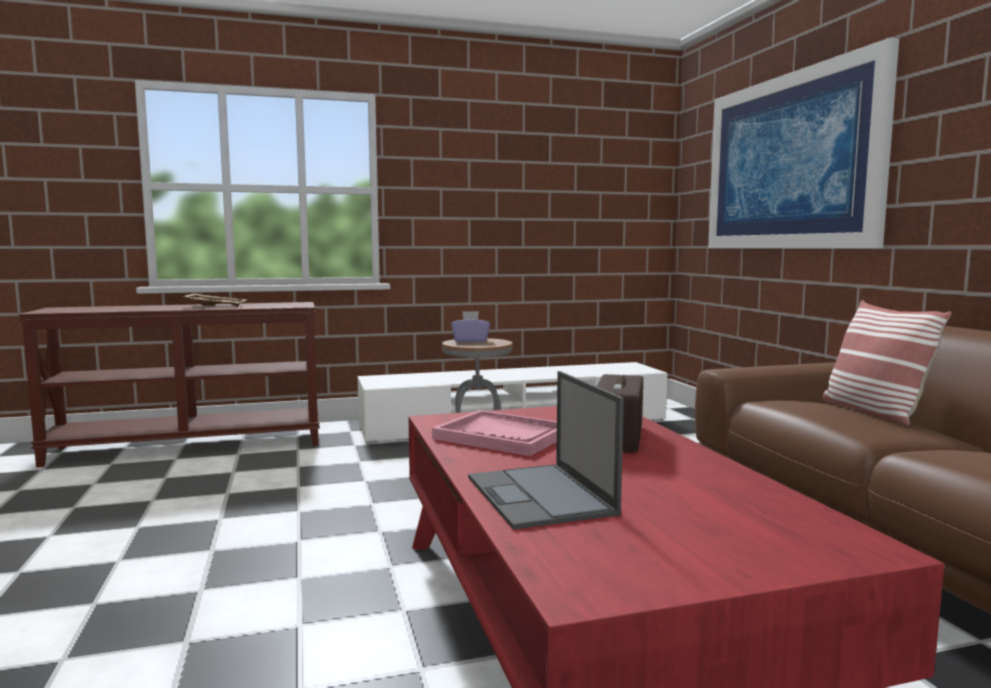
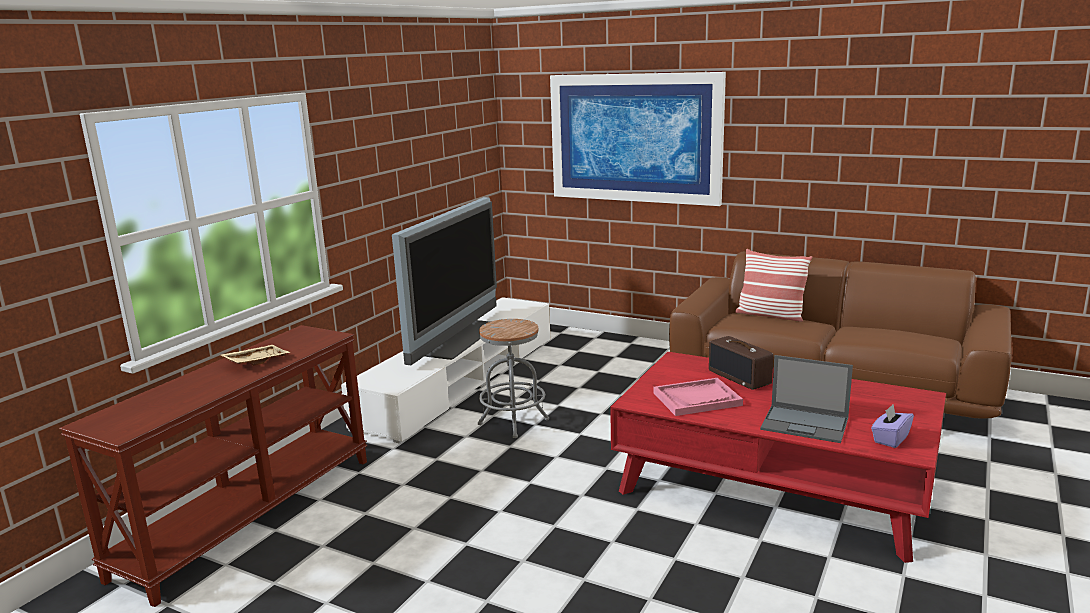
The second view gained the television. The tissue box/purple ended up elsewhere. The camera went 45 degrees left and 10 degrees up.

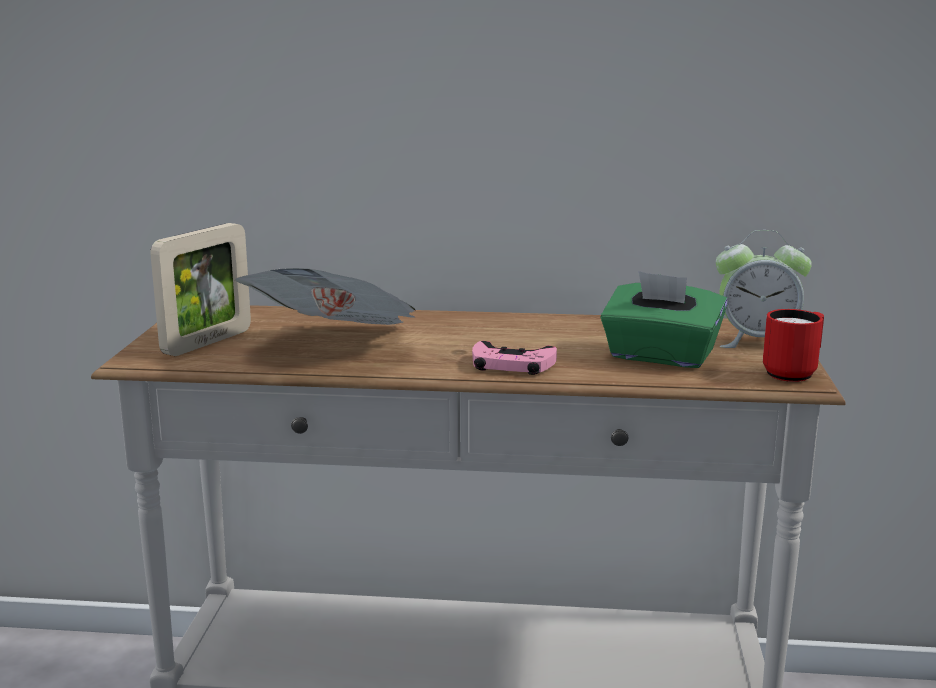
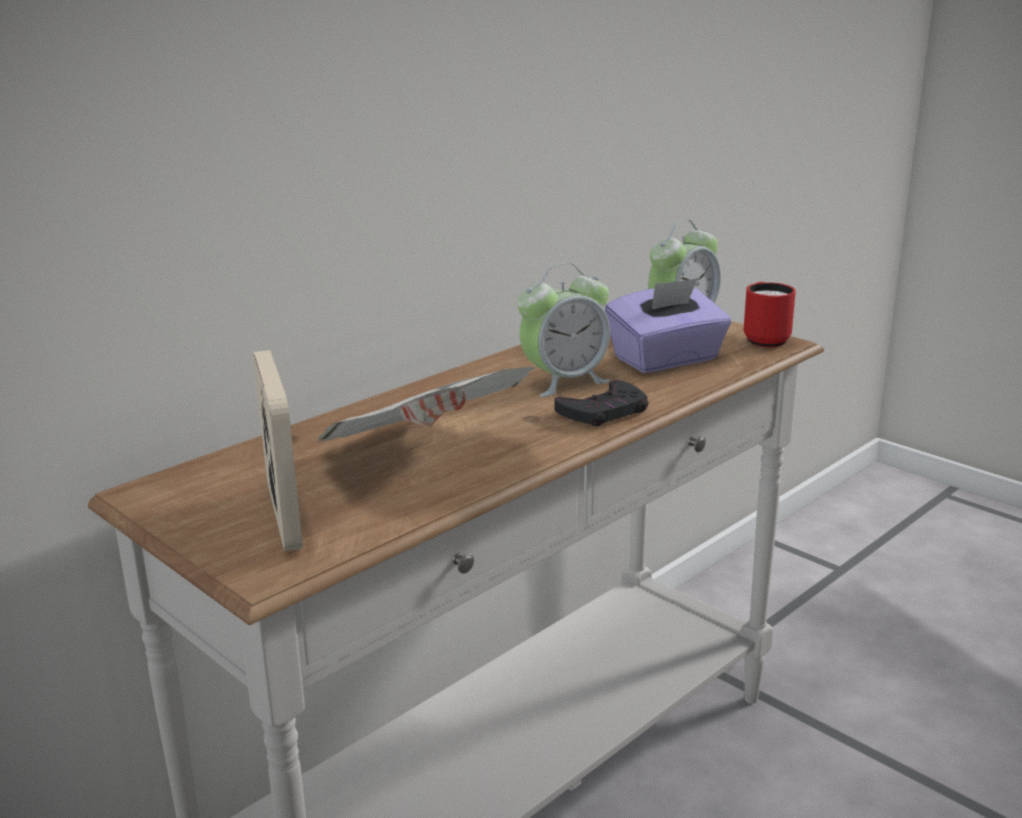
The second view gained the alarm clock (no. 1 from left). What was the game controller/pink turned into the game controller/black. What was the tissue box/green turned into the tissue box/purple. The camera went 50 degrees left and 5 degrees up.

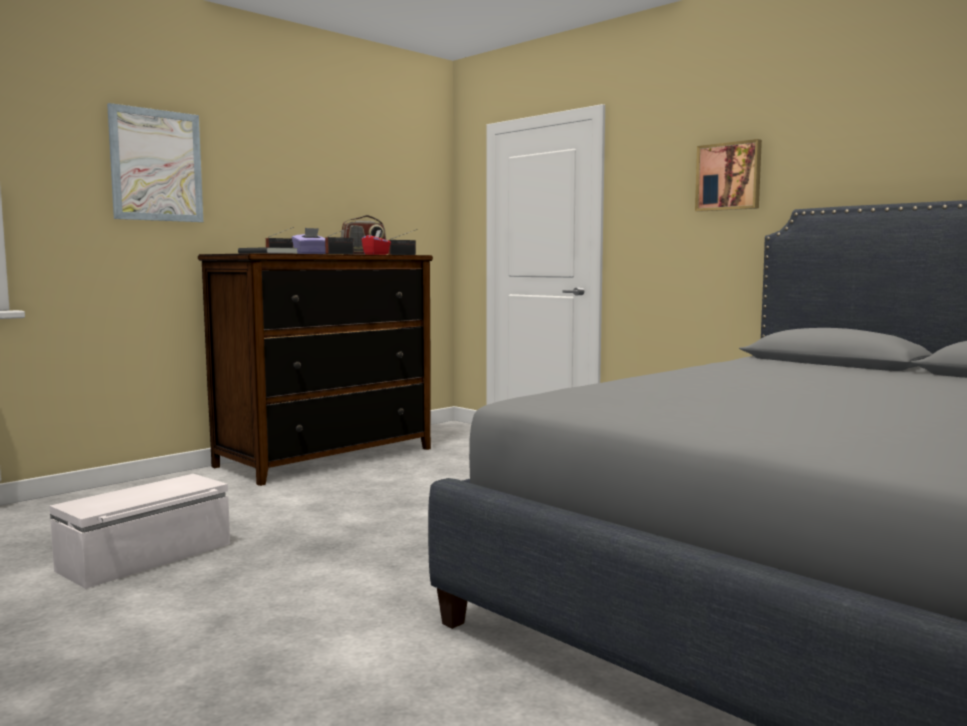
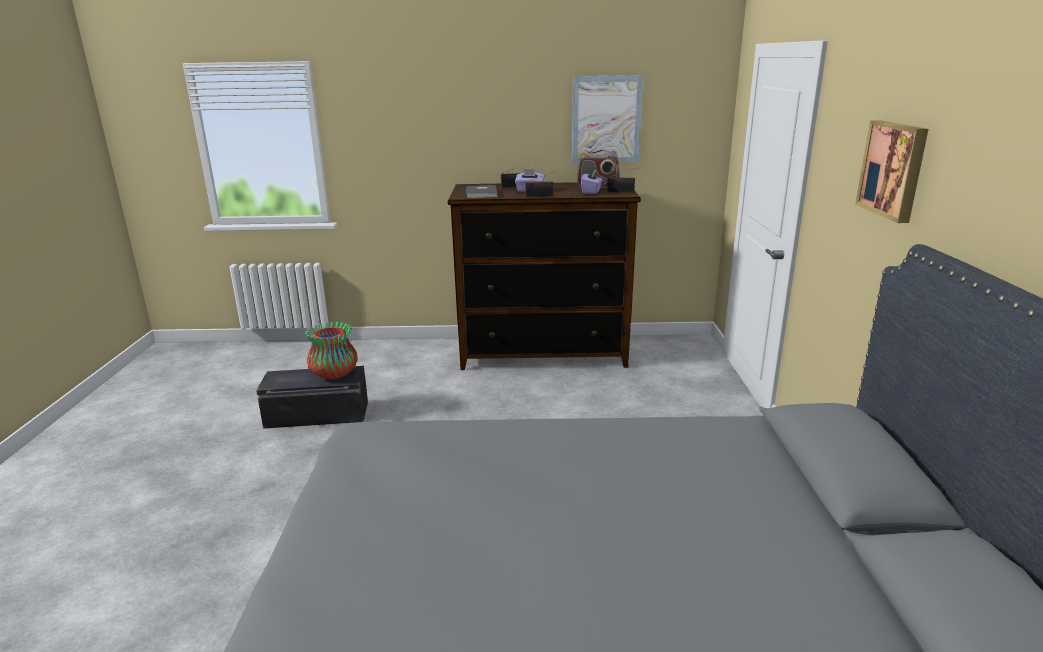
The second view gained the vase. The picture (no. 1 from left) ended up elsewhere. What was the storage box/white turned into the storage box/black. What was the tissue box/red turned into the tissue box/purple (no. 2 from left). The camera went 45 degrees right and 15 degrees up.

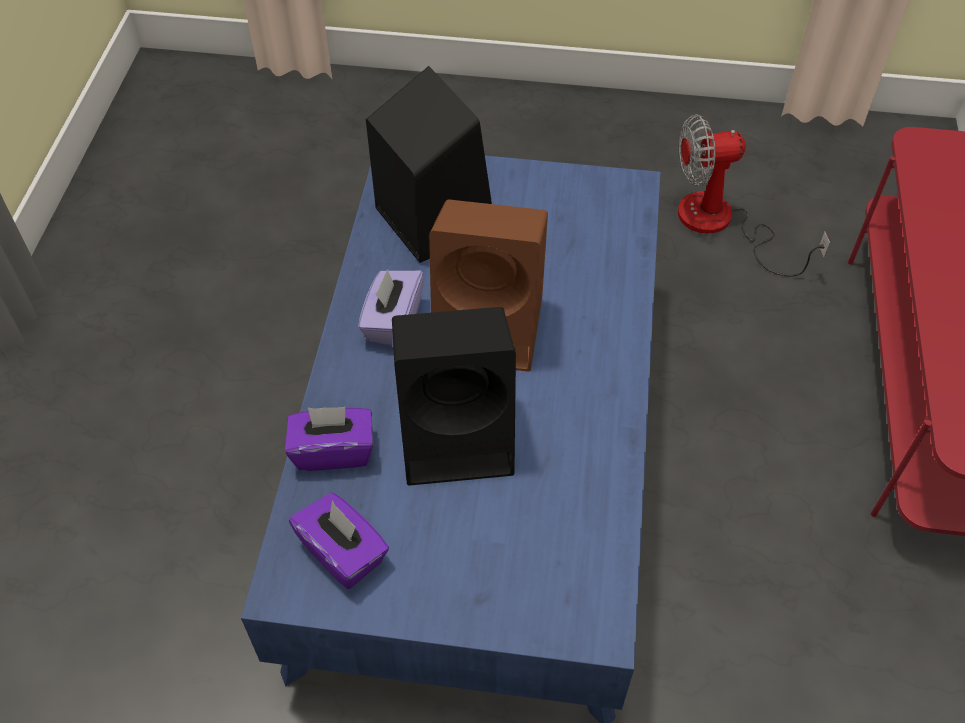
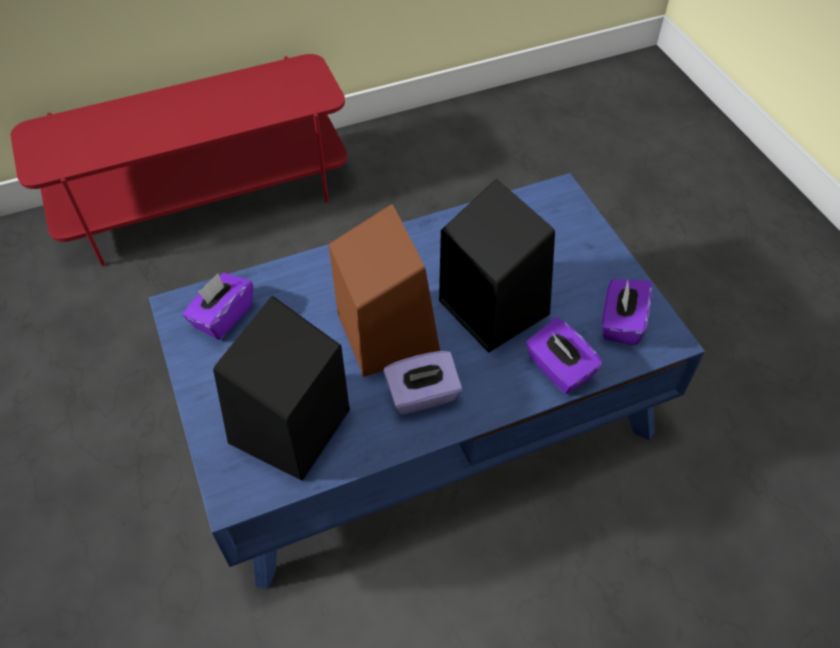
The second view lost the fan. The second view gained the tissue box/purple (no. 1 from left). The camera went 120 degrees left and 0 degrees up.

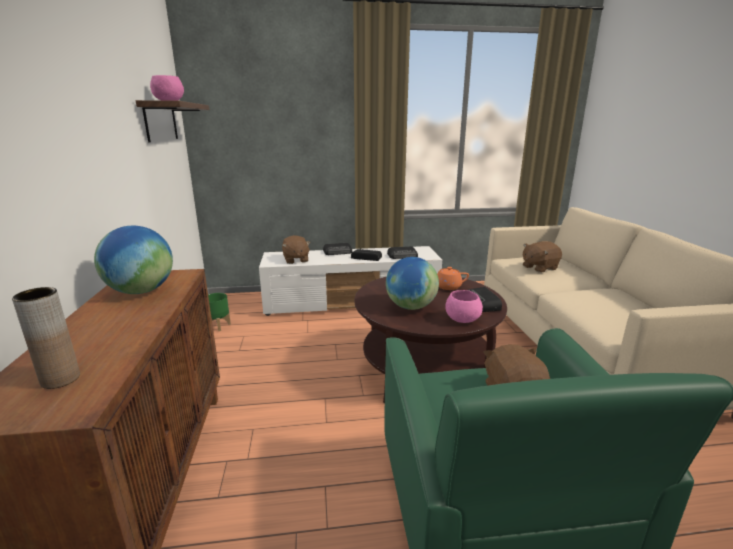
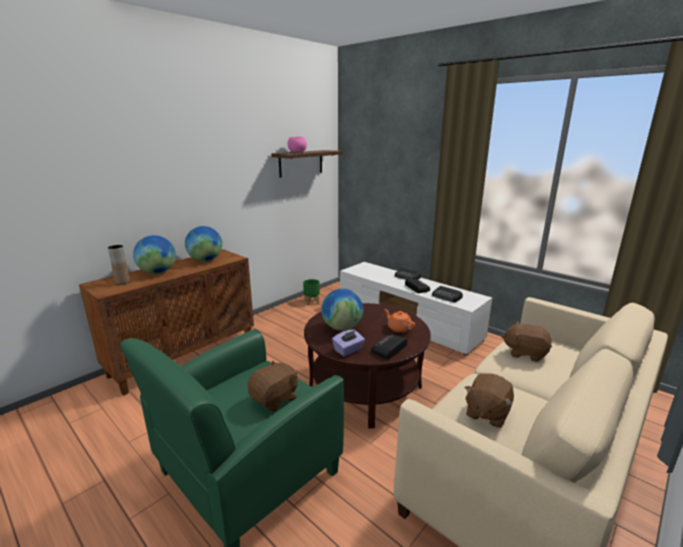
The second view gained the globe (no. 1 from left). The plush toy/brown (no. 1 from left in the first image) ended up elsewhere. Where the bowl/pink (no. 2 from left) stood, the tissue box/purple came to stand. The camera went 50 degrees right and 0 degrees up.

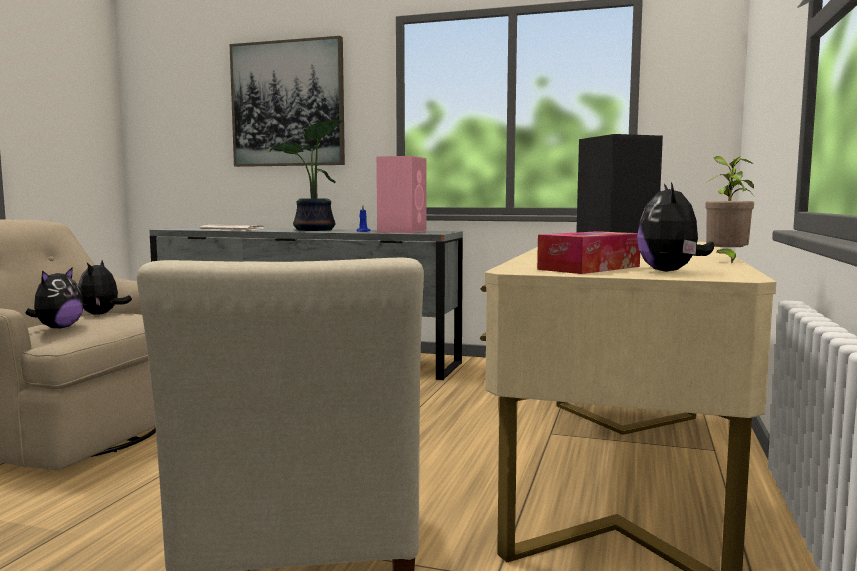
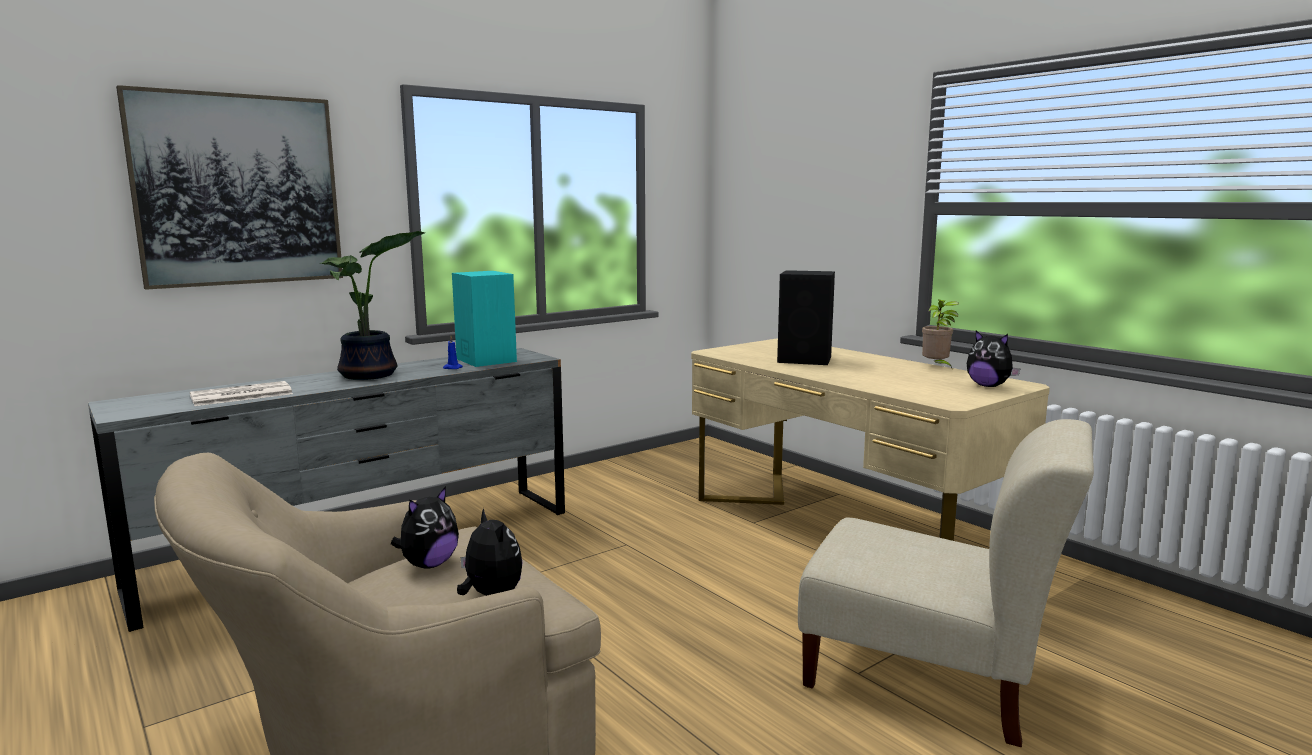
The second view lost the tissue box. What was the speaker/pink turned into the speaker/turquoise. The plush toy (no. 2 from left in the first image) ended up facing another way, 90 degrees counterclockwise from before. The camera went 55 degrees left and 5 degrees up.

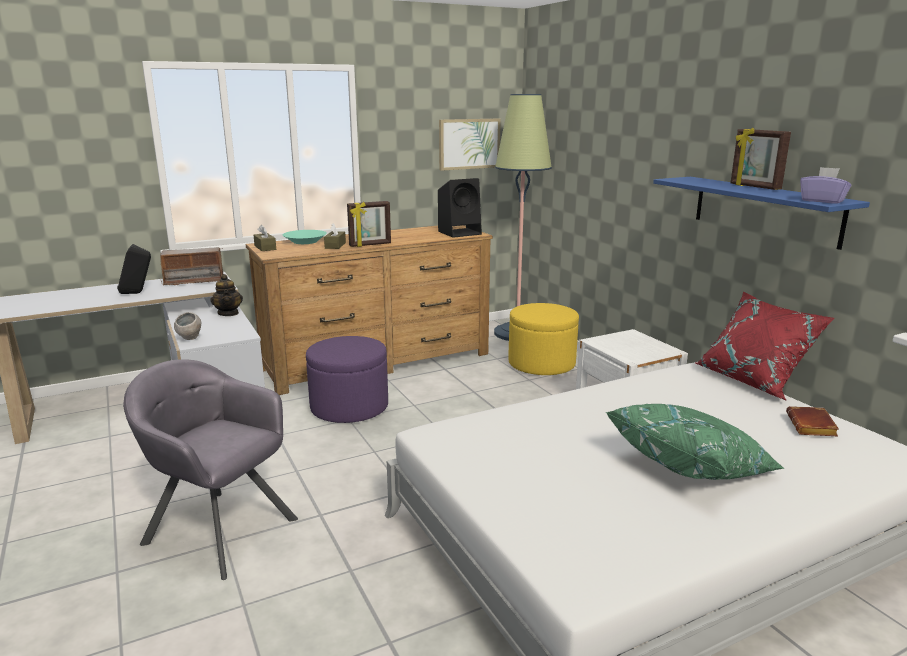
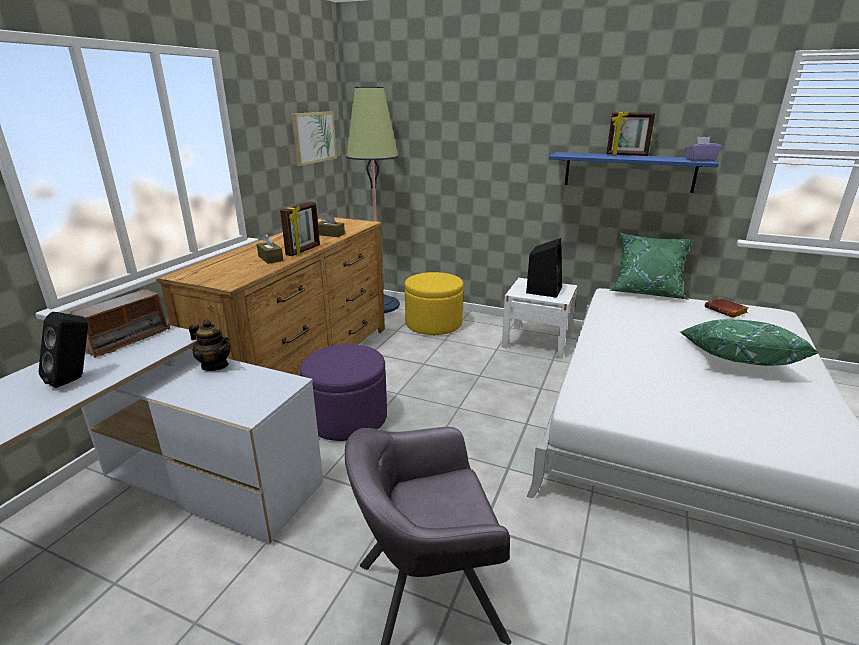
The second view lost the bowl/grey. The second view lost the bowl/turquoise. The tissue box/brown (no. 1 from left in the first image) ended up elsewhere. The speaker/black (no. 2 from left) ended up elsewhere. What was the pillow/red turned into the pillow/green (no. 1 from left). The camera went 40 degrees left and 5 degrees up.

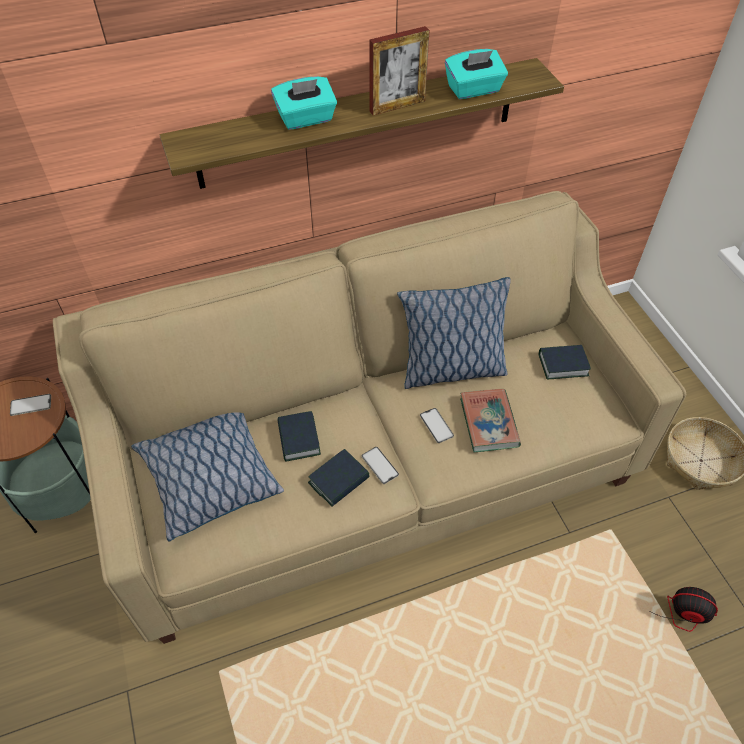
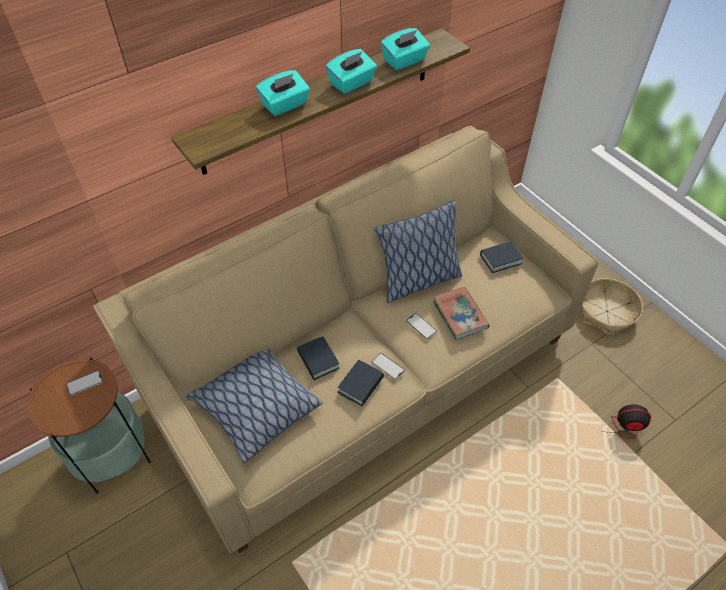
Where the picture frame stood, the tissue box/turquoise (no. 2 from left) came to stand. The camera went 15 degrees left and 0 degrees up.

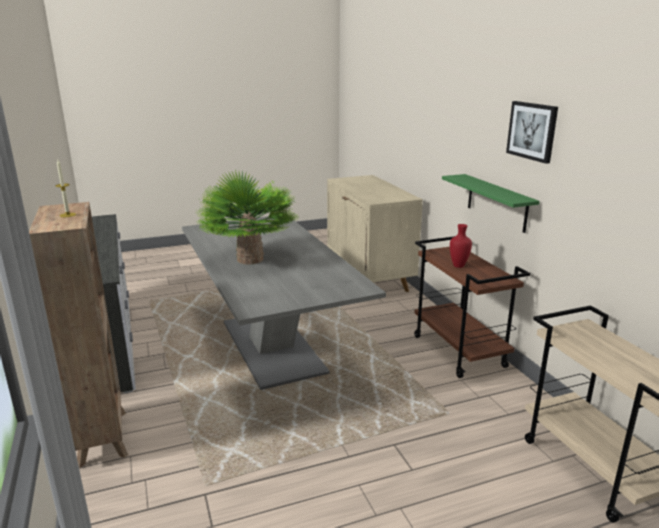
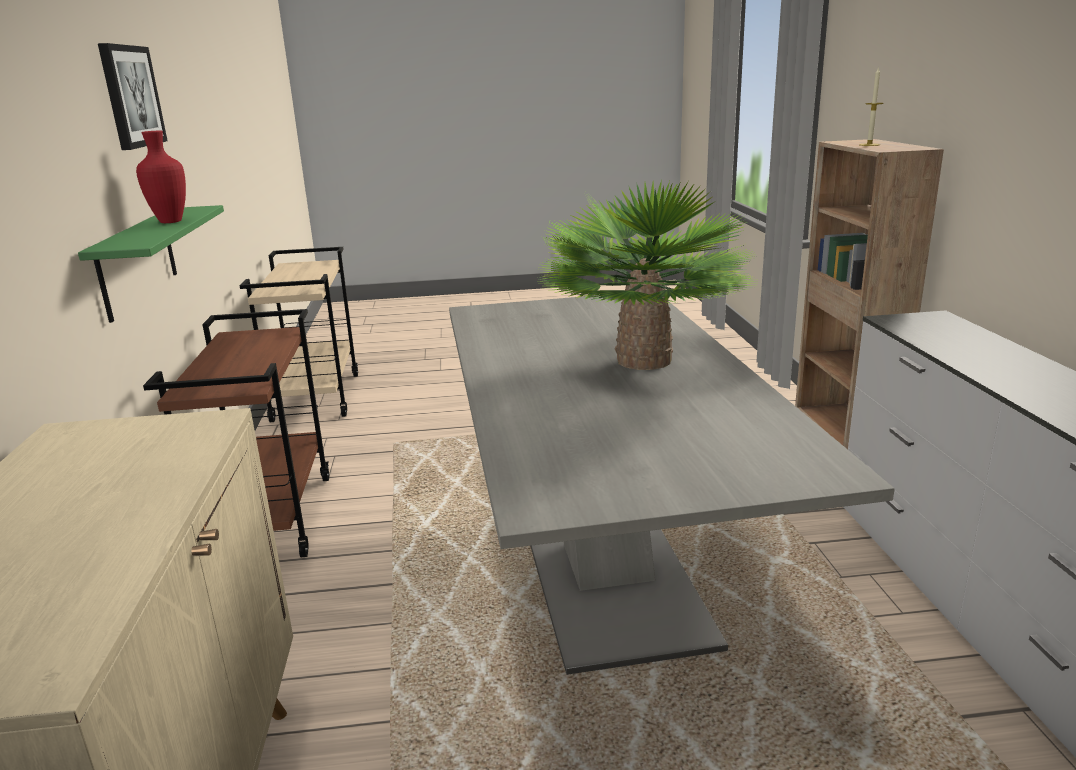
The vase/red ended up elsewhere. The camera went 165 degrees left and 0 degrees up.

